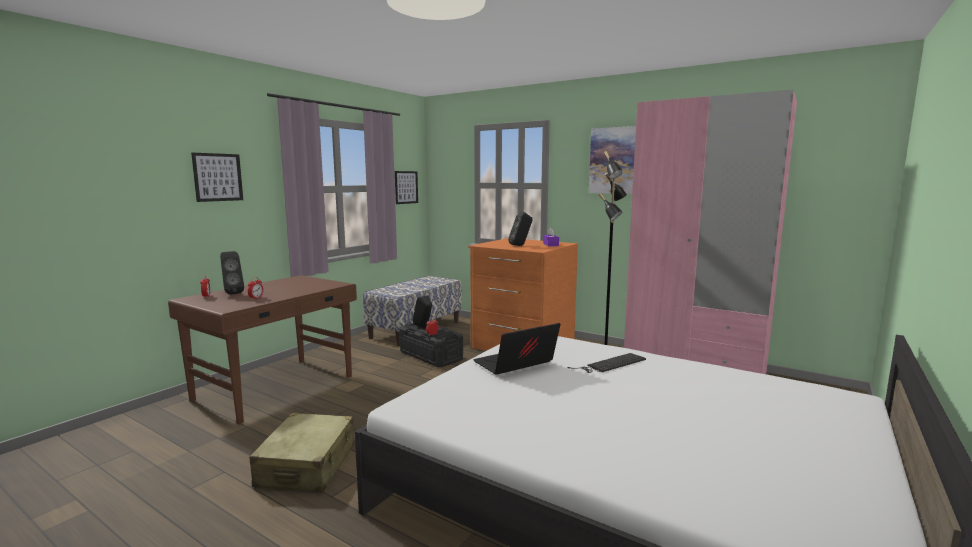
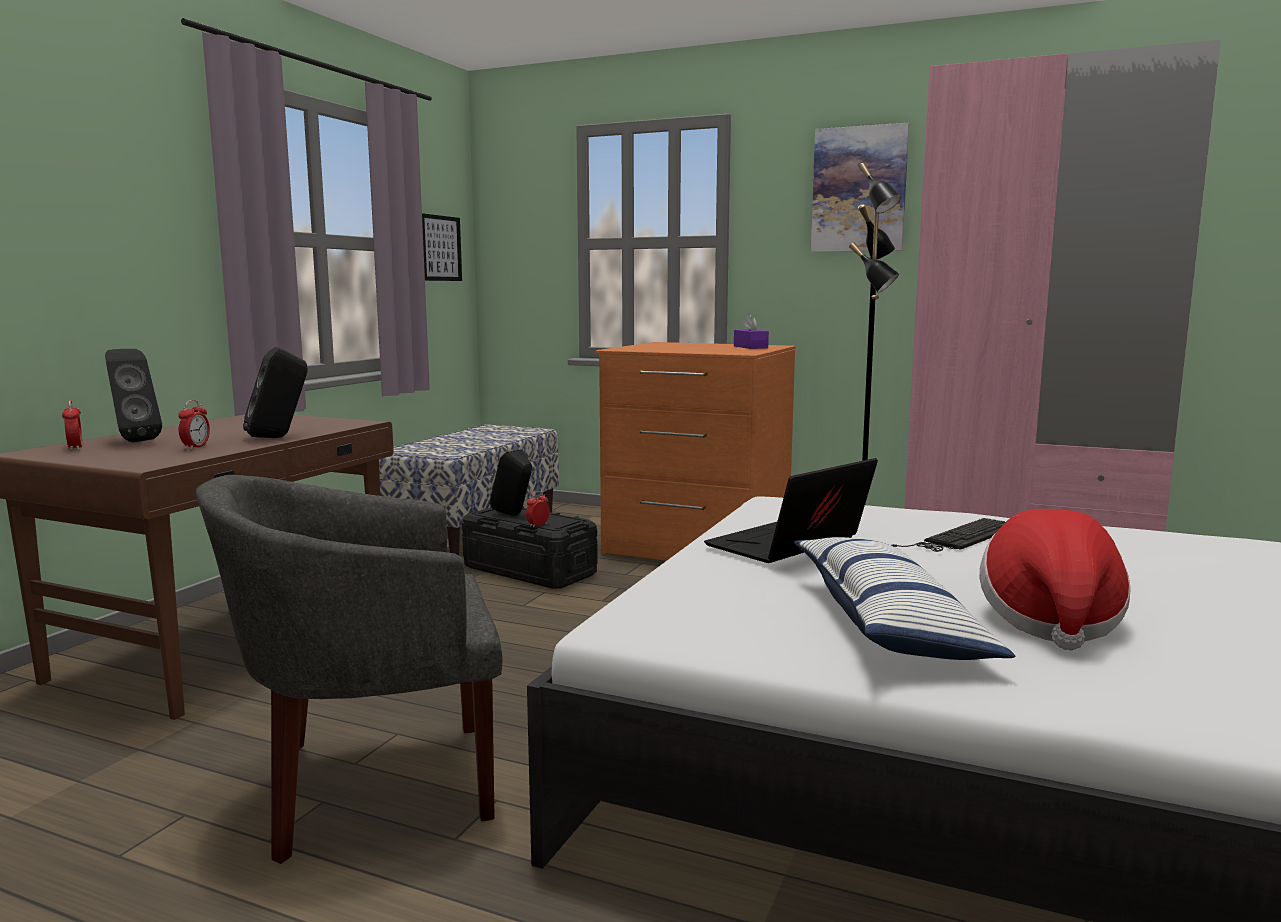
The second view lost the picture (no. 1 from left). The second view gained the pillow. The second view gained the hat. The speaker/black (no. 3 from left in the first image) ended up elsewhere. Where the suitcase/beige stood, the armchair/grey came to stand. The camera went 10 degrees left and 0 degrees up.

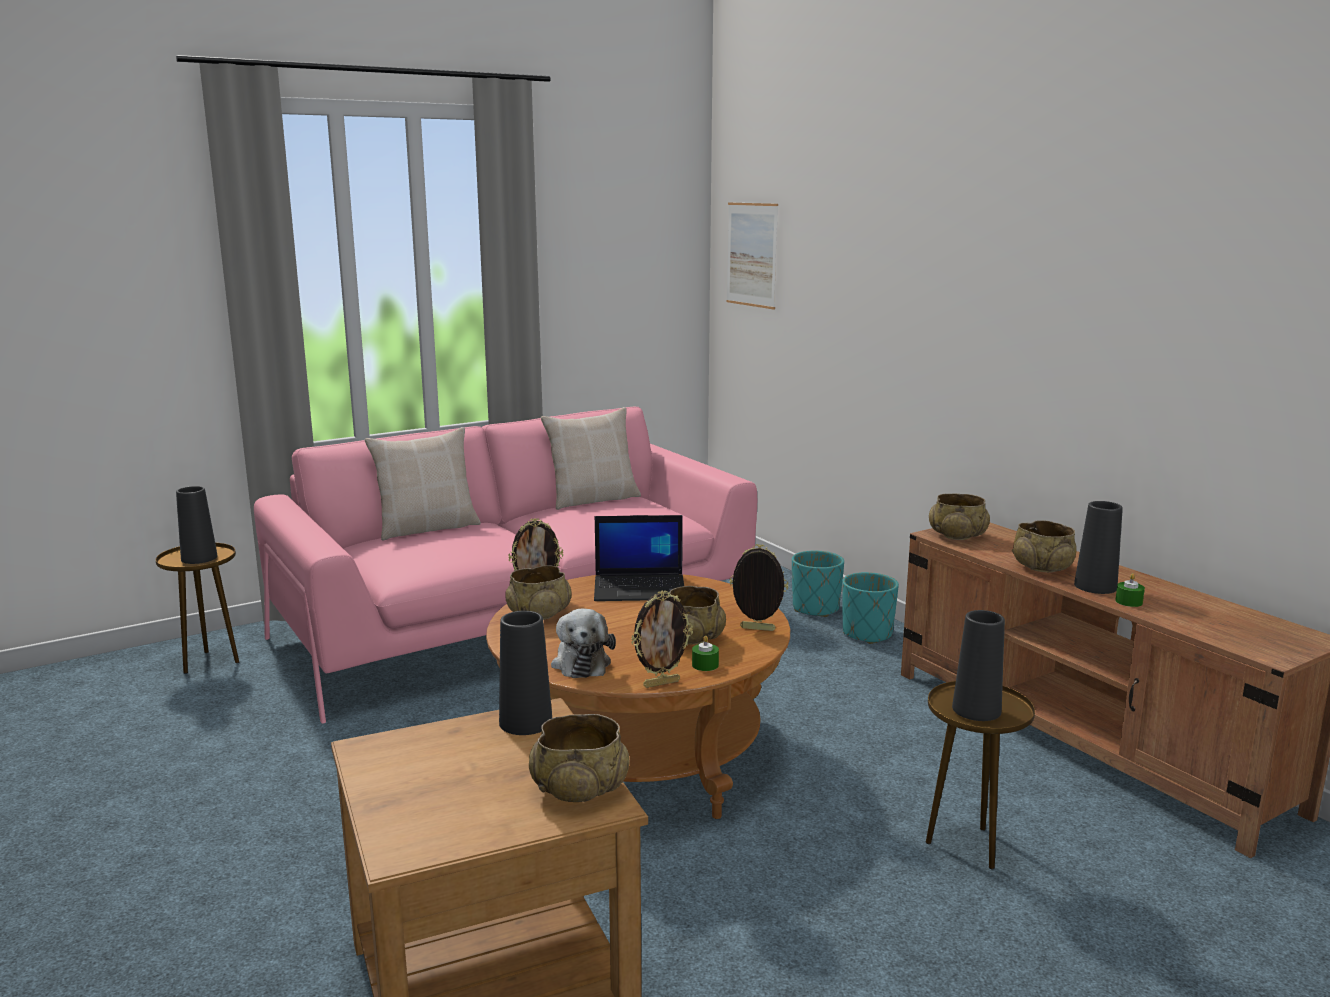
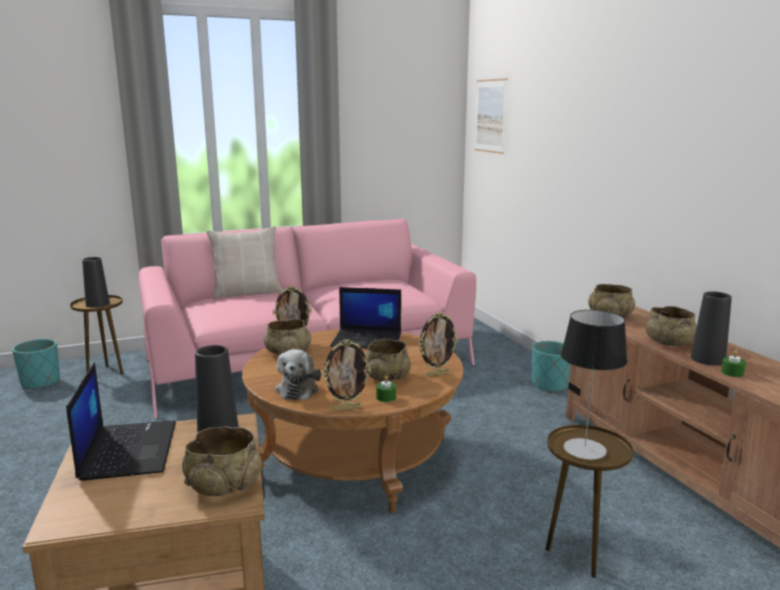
The second view lost the pillow/beige (no. 2 from left). The second view gained the laptop (no. 1 from left). The planter/turquoise (no. 1 from left) ended up elsewhere. Where the vase/black (no. 3 from left) stood, the table lamp came to stand. The picture frame (no. 3 from left) ended up facing another way, 135 degrees clockwise from before. The camera went 10 degrees right and 0 degrees up.

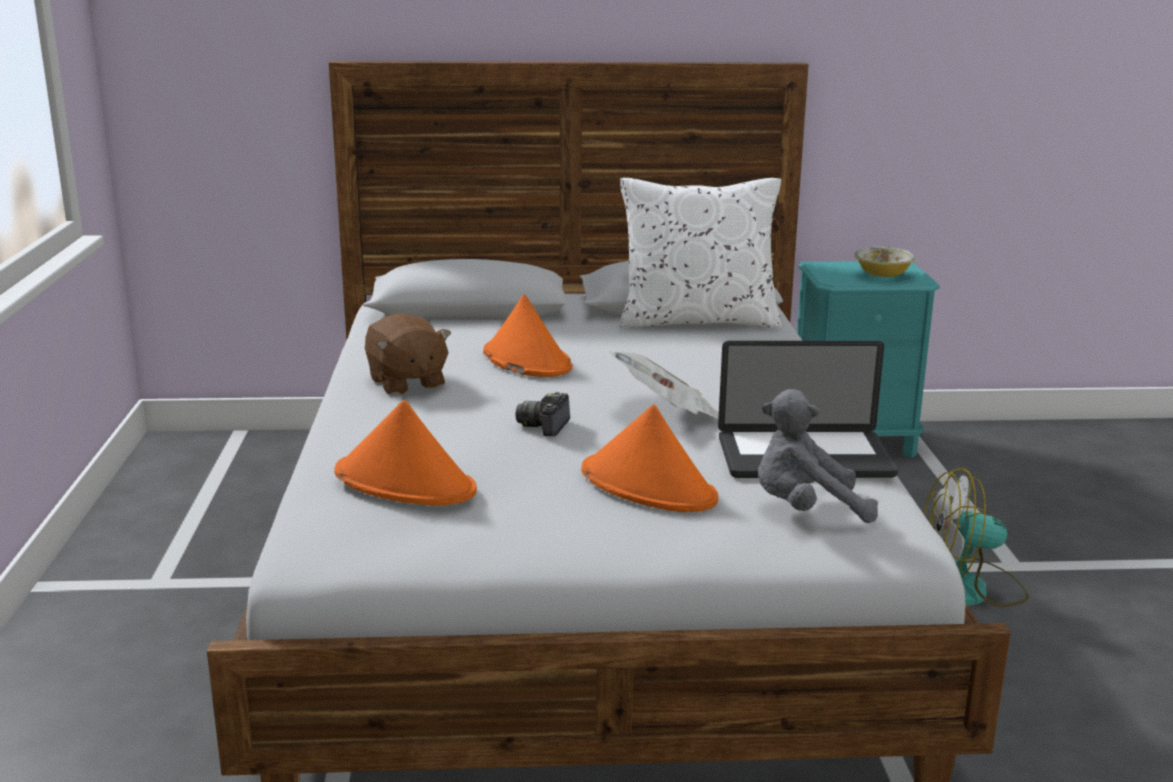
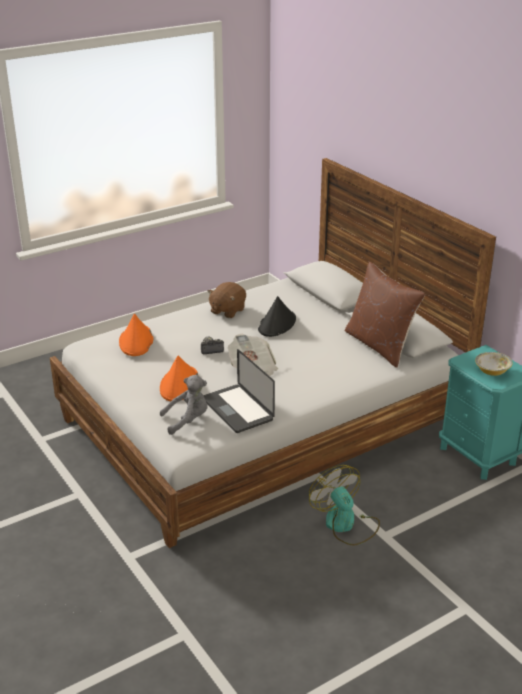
What was the hat/orange (no. 2 from left) turned into the hat/black. What was the pillow/white turned into the pillow/brown. The plush toy/grey ended up facing another way, 105 degrees clockwise from before. The camera went 60 degrees right and 10 degrees up.

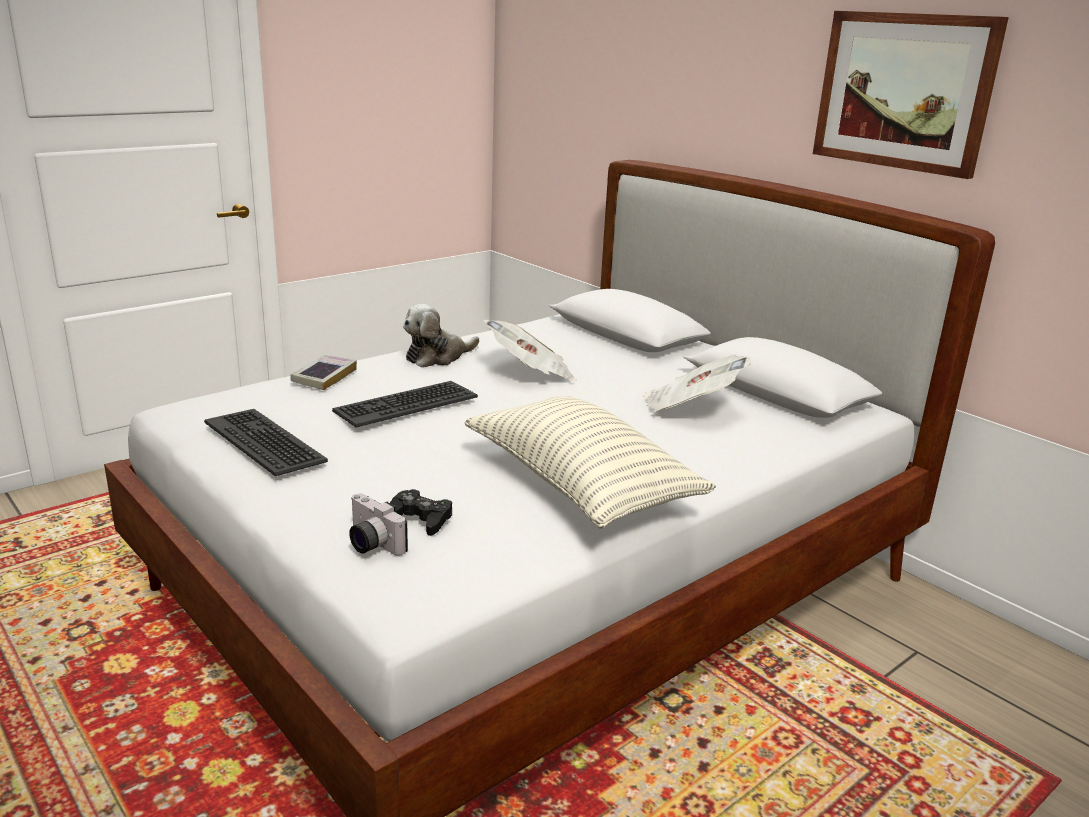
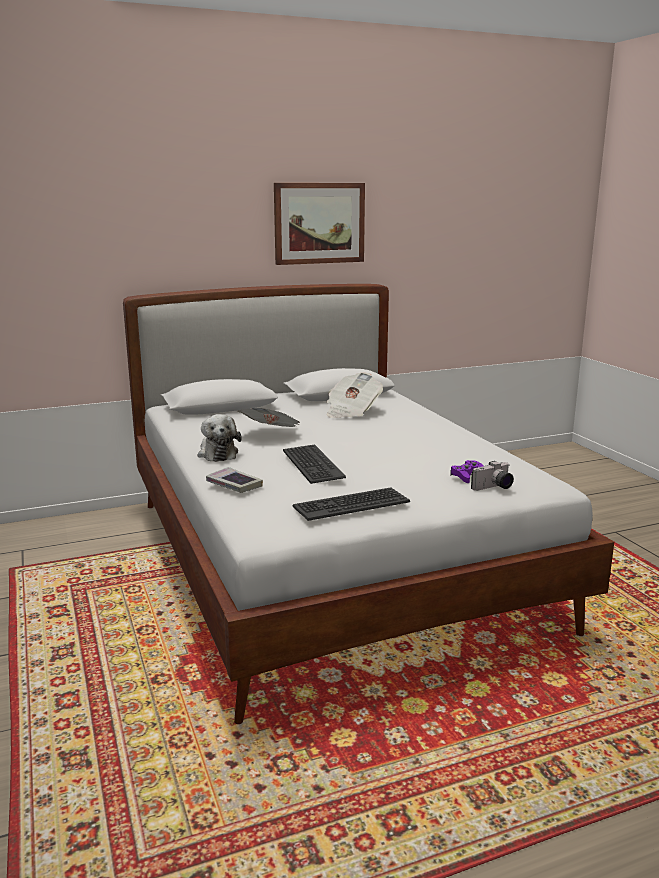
The second view lost the pillow. What was the game controller/black turned into the game controller/purple. The camera went 70 degrees left and 5 degrees down.

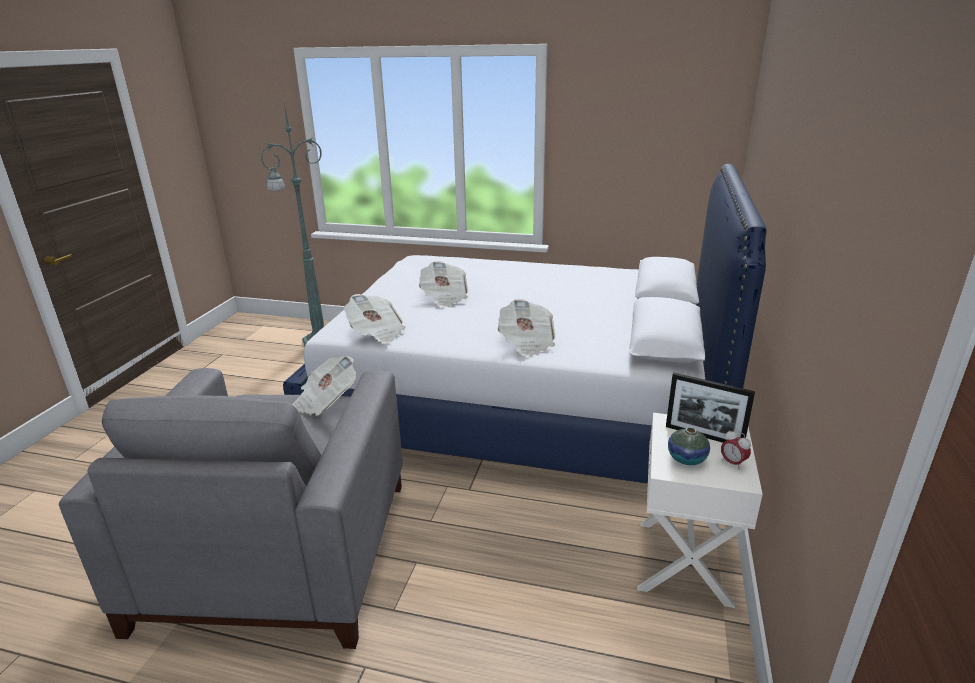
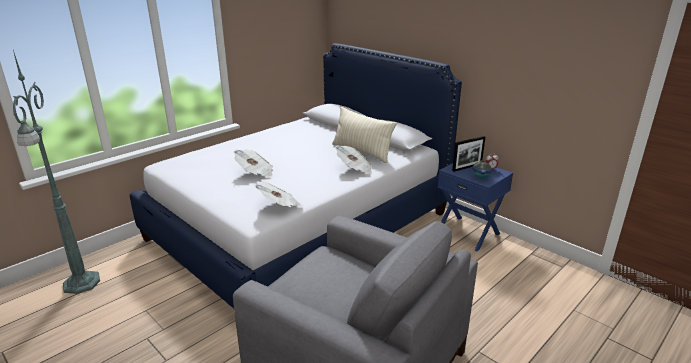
The second view lost the newspaper (no. 1 from left). The second view gained the pillow/beige. What was the nightstand/white turned into the nightstand/blue. The camera went 60 degrees left and 0 degrees up.

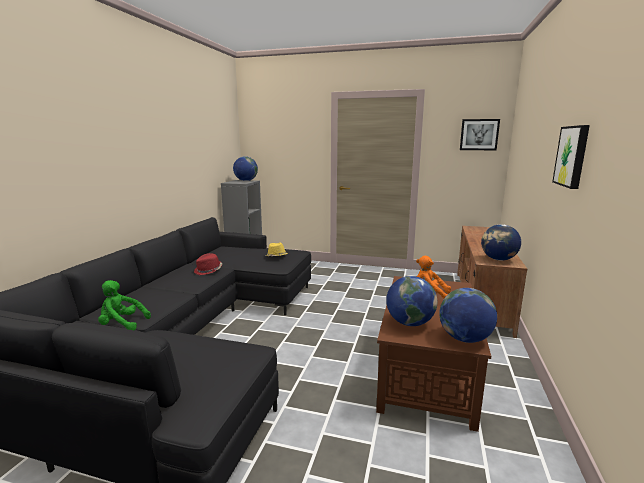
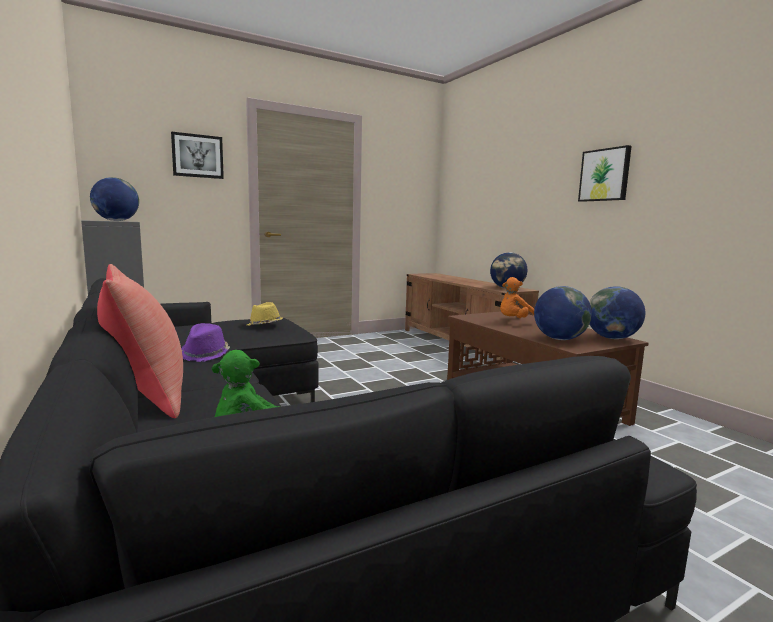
The second view gained the pillow/red. The picture (no. 1 from left) ended up elsewhere. What was the hat/red turned into the hat/purple. The camera went 45 degrees left and 5 degrees down.

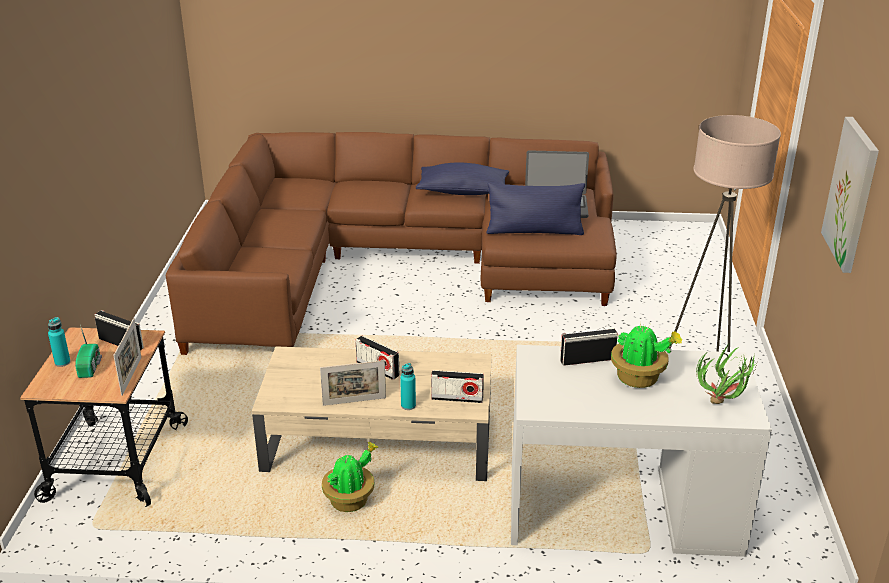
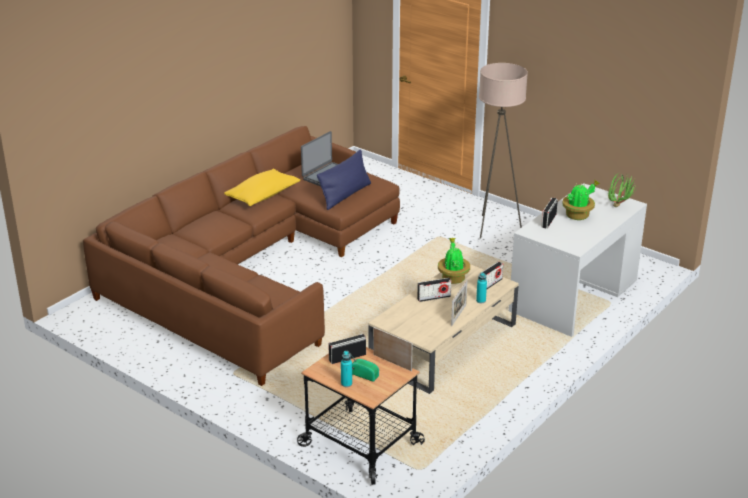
The second view lost the picture. The potted plant (no. 1 from left) ended up elsewhere. What was the pillow/blue (no. 1 from left) turned into the pillow/yellow. The camera went 55 degrees left and 0 degrees up.

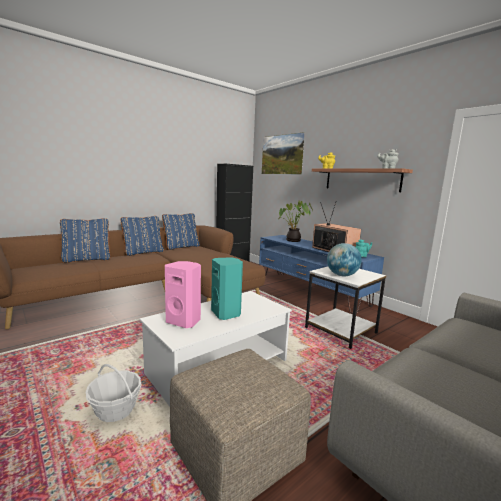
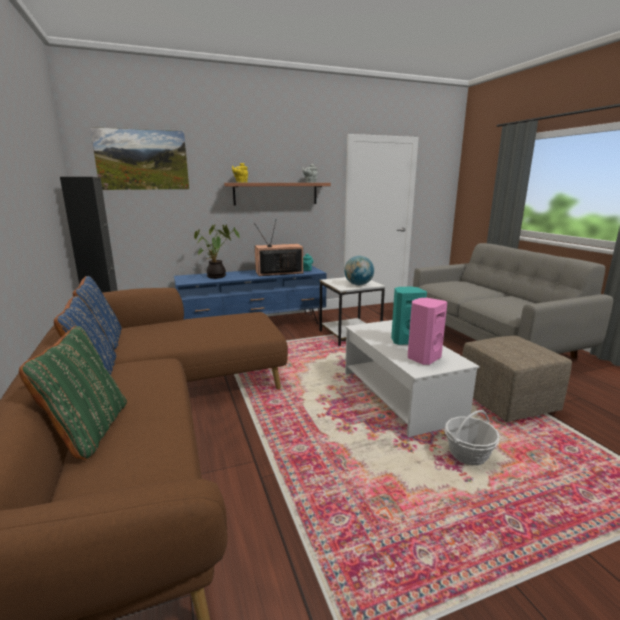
What was the pillow/blue (no. 1 from left) turned into the pillow/green. The camera went 70 degrees left and 5 degrees up.

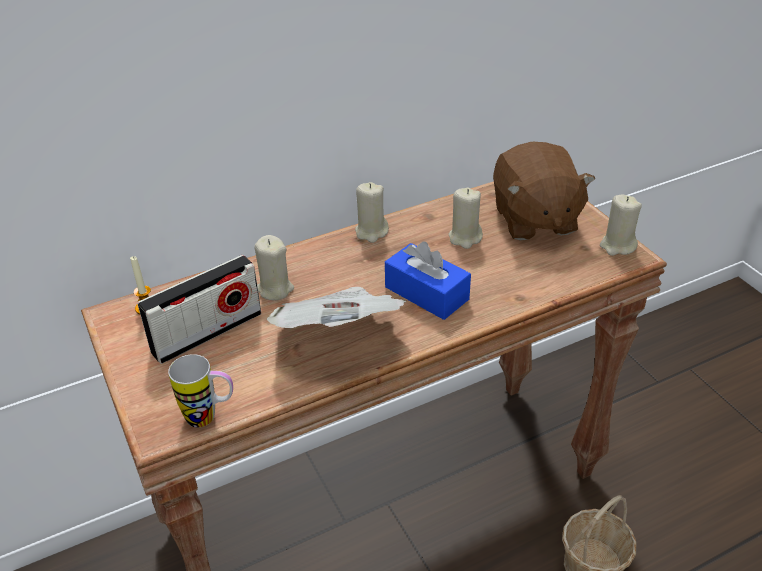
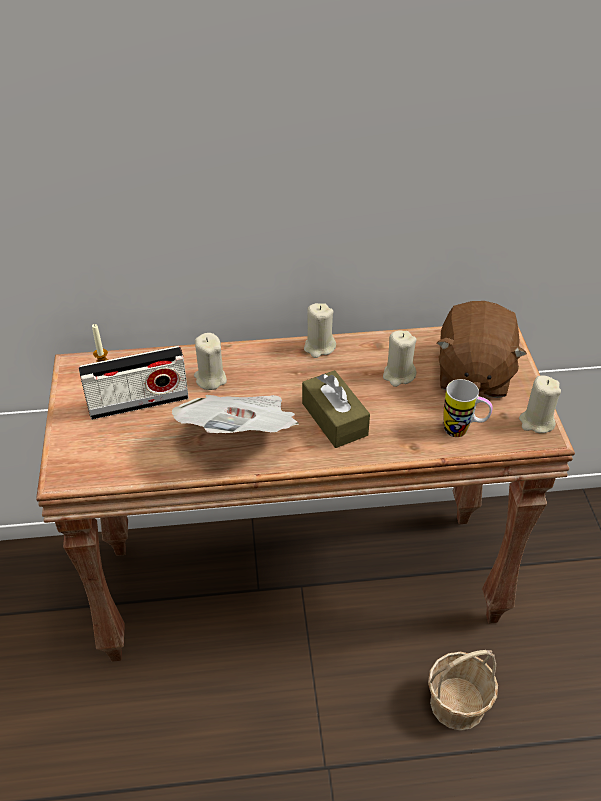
The mug ended up elsewhere. What was the tissue box/blue turned into the tissue box/brown. The camera went 20 degrees right and 5 degrees up.

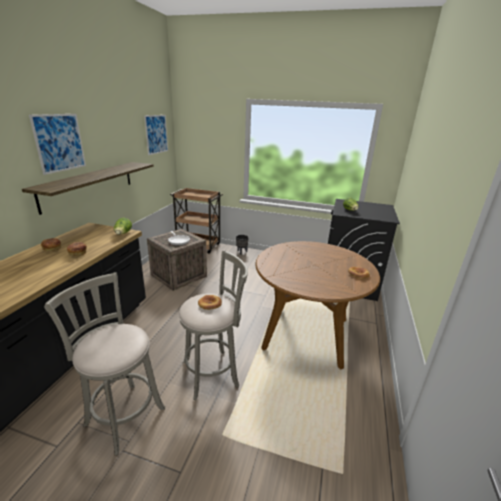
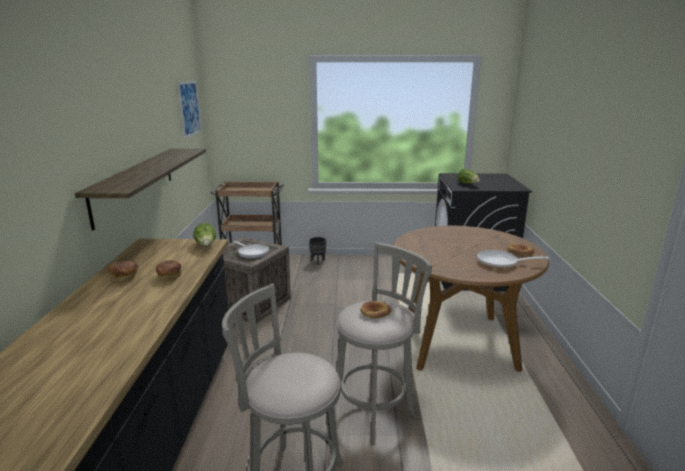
The second view lost the picture (no. 1 from left). The second view gained the frying pan (no. 2 from left). The camera went 15 degrees left and 5 degrees down.

